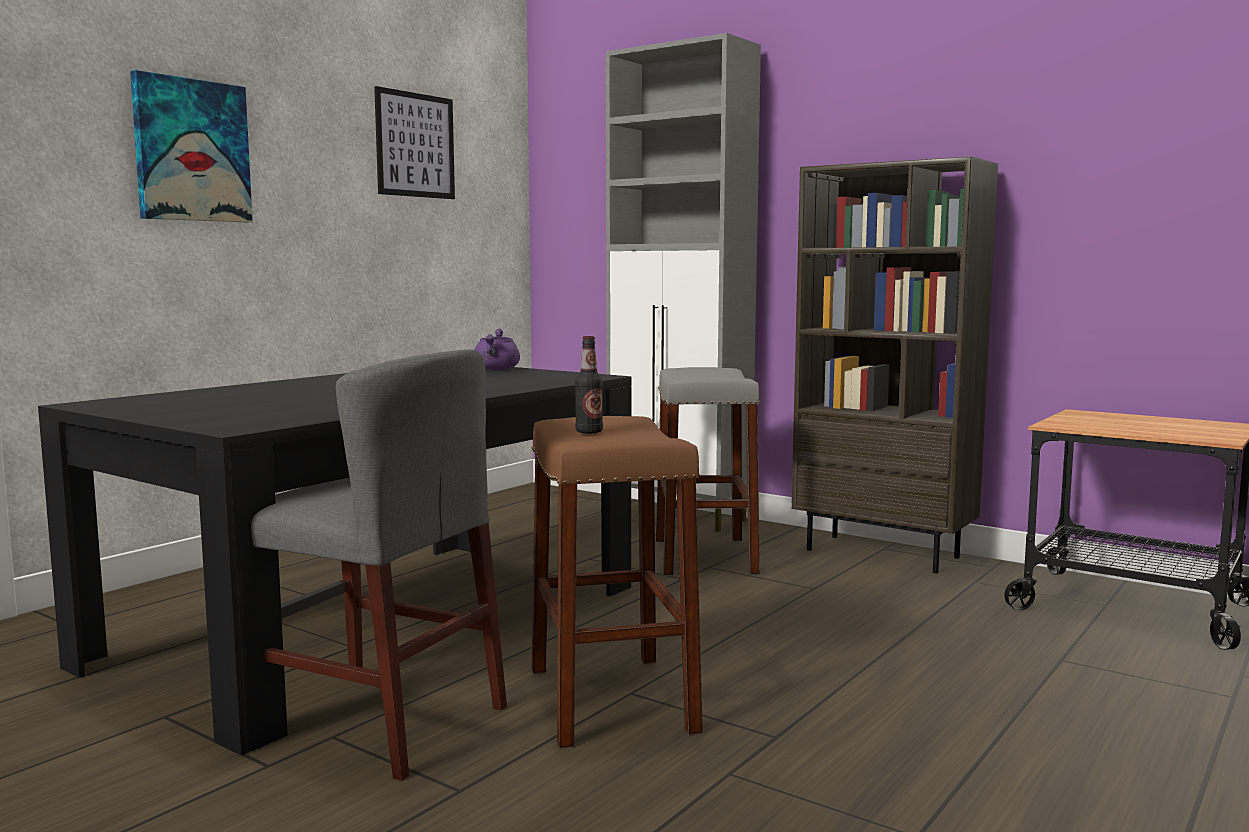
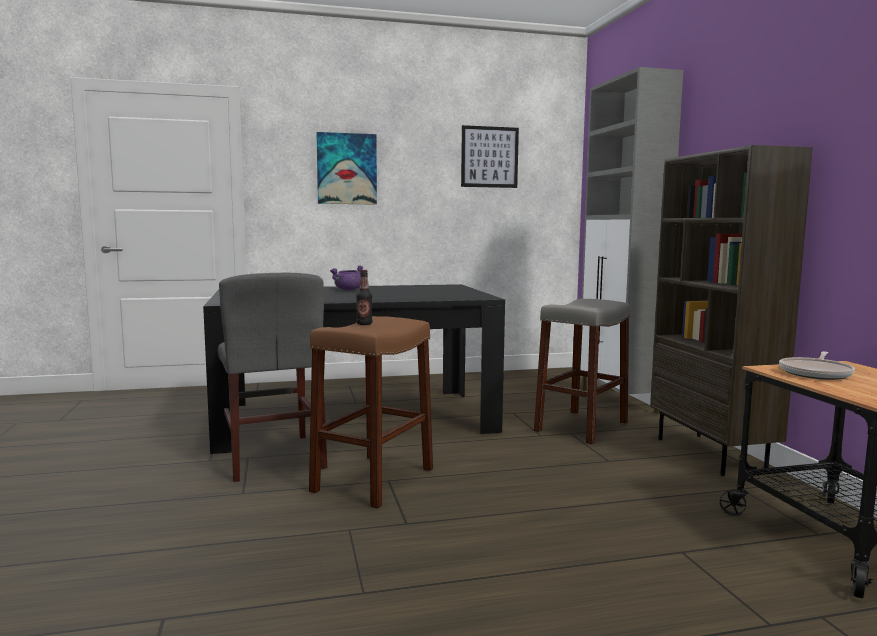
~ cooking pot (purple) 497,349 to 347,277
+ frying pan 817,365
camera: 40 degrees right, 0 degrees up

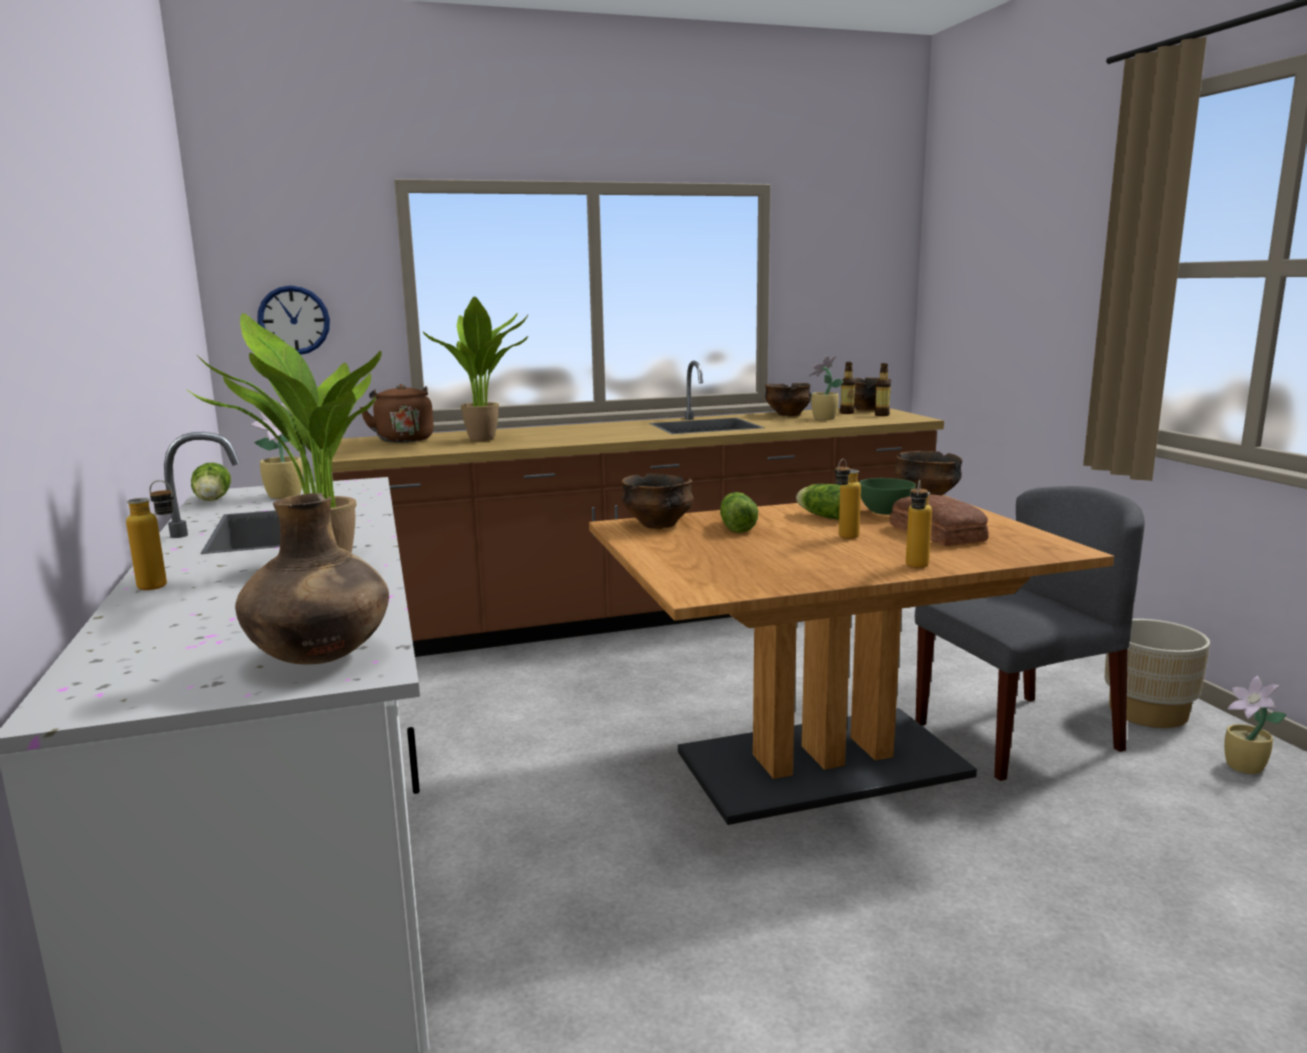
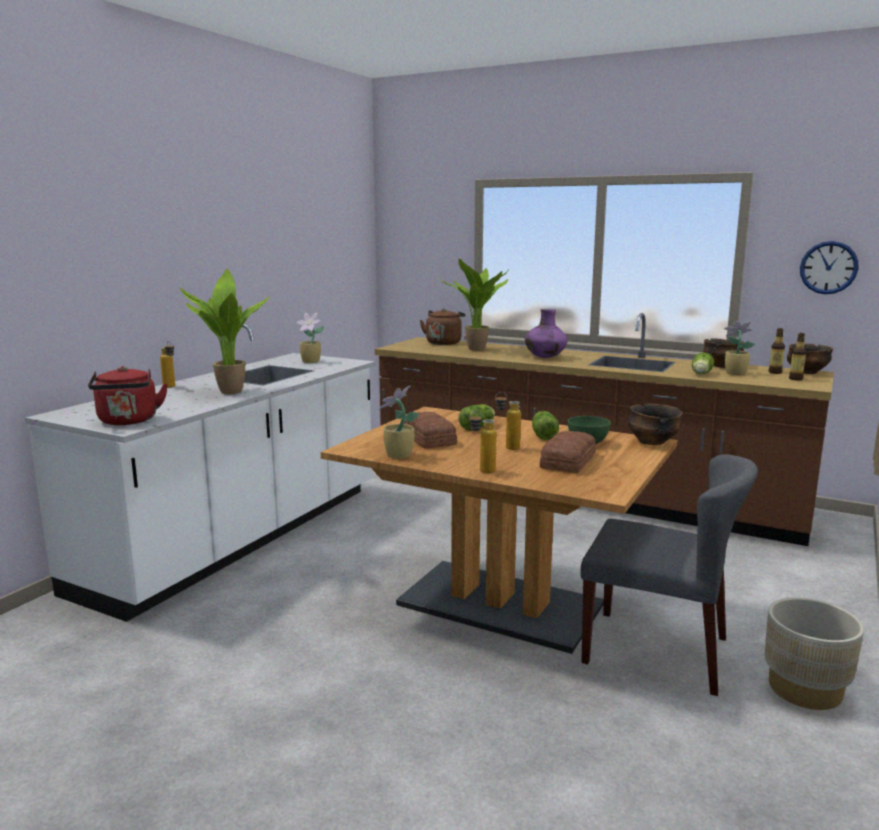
~ wall clock 293,320 to 829,267
~ lettuce 211,481 to 703,363
- bowl 657,501
~ vase (brown) 312,578 to kettle (red) 128,395
~ potted plant 1255,725 to 399,422
+ vase (purple) 546,333
+ bread 430,430
camera: 45 degrees right, 0 degrees up

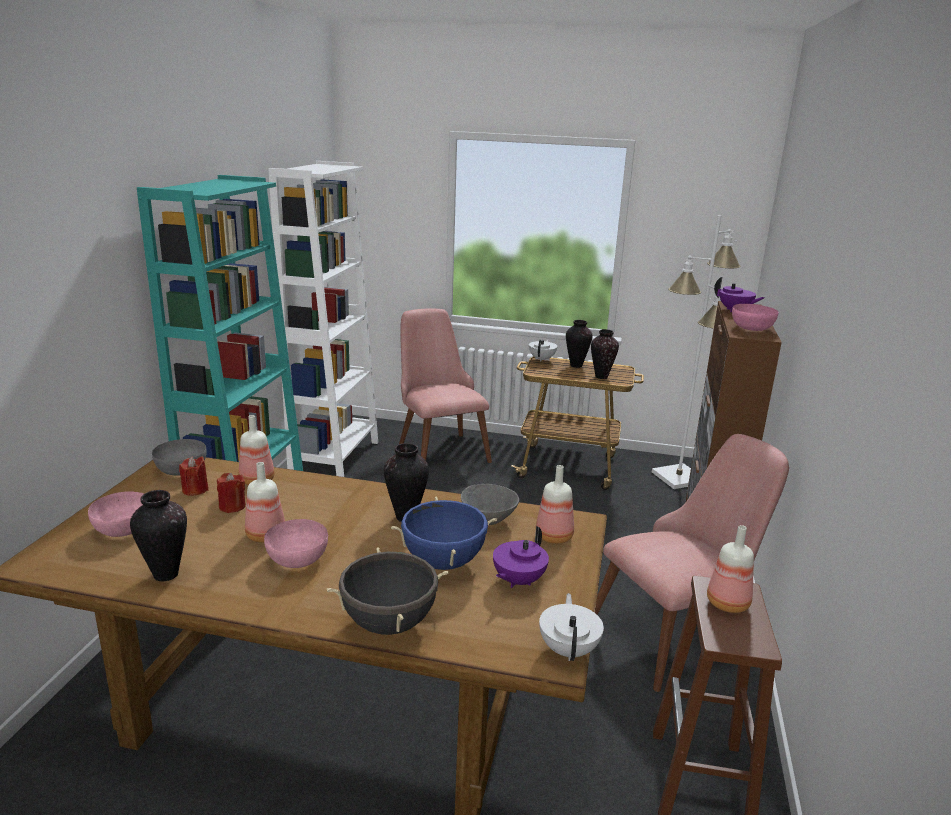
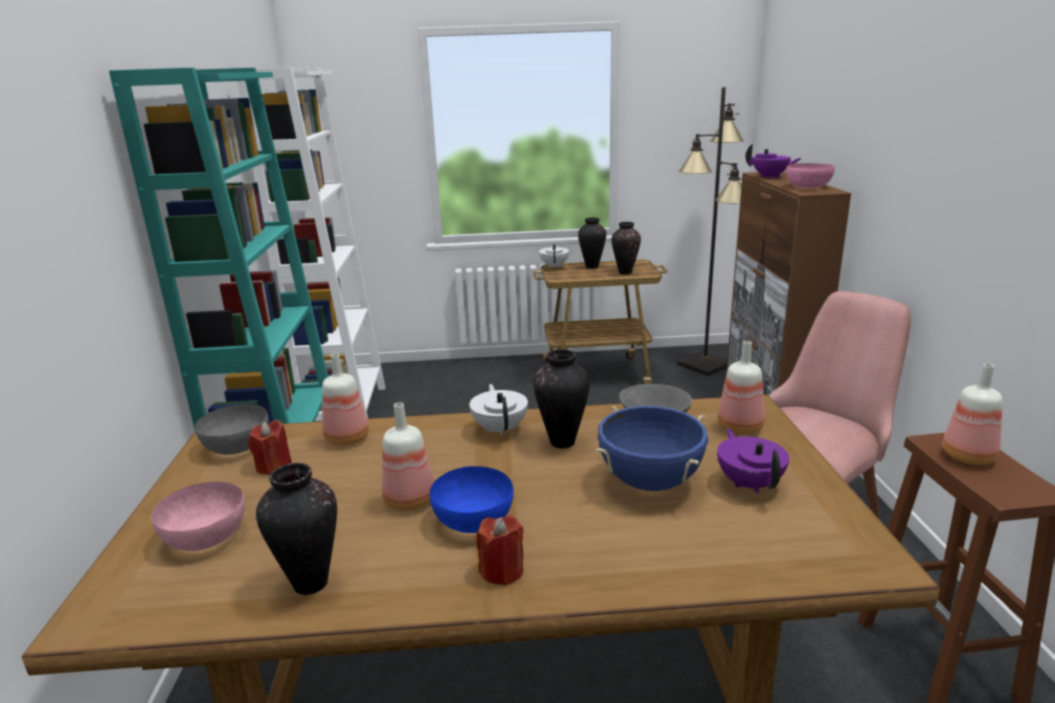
~ floor lamp (white) 696,352 to floor lamp (black) 710,231
- chair (pink) 445,385
~ candle (red) 231,493 to 500,550
~ bowl (pink) 296,543 to bowl (blue) 472,499
~ teapot (purple) 521,557 = 753,460 150 degrees clockwise
- cooking pot (black) 387,591
~ teapot (white) 571,627 to 498,410
camera: 15 degrees left, 0 degrees up

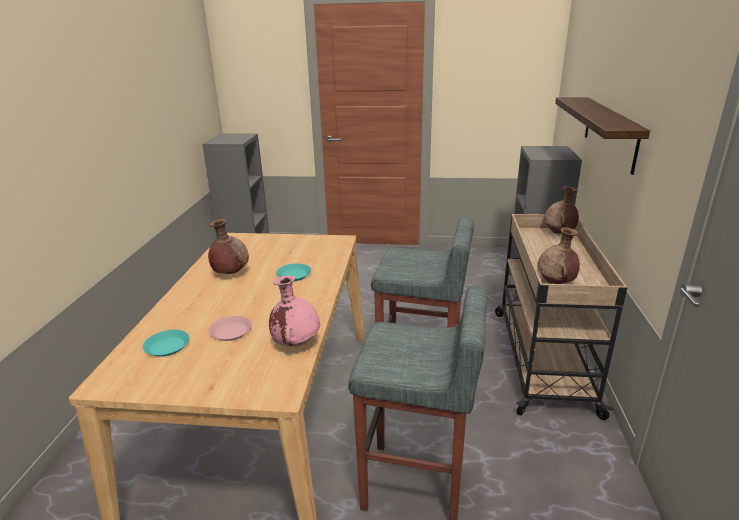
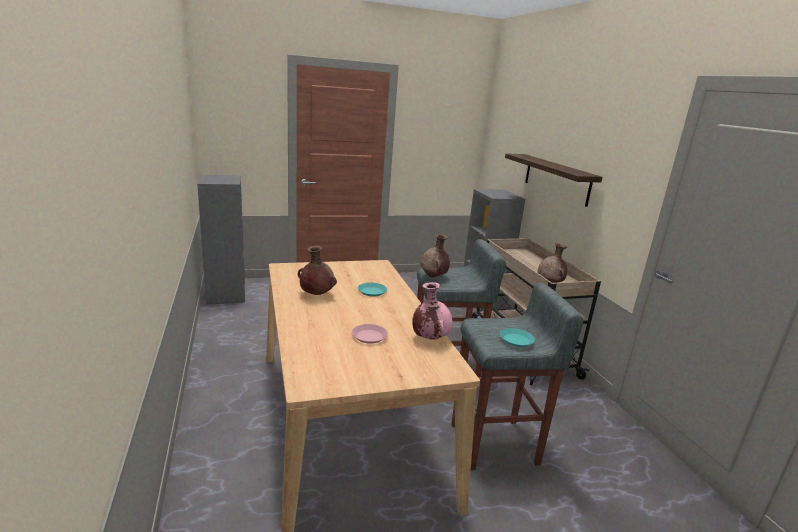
~ vase (brown) 561,210 to 435,255
~ plate (turquoise) 166,343 to 517,337
camera: 25 degrees left, 5 degrees down

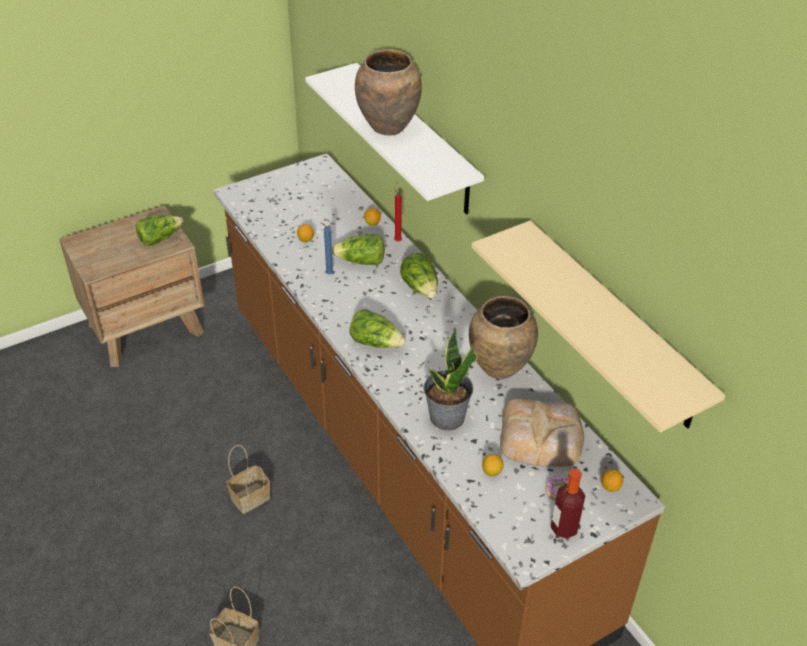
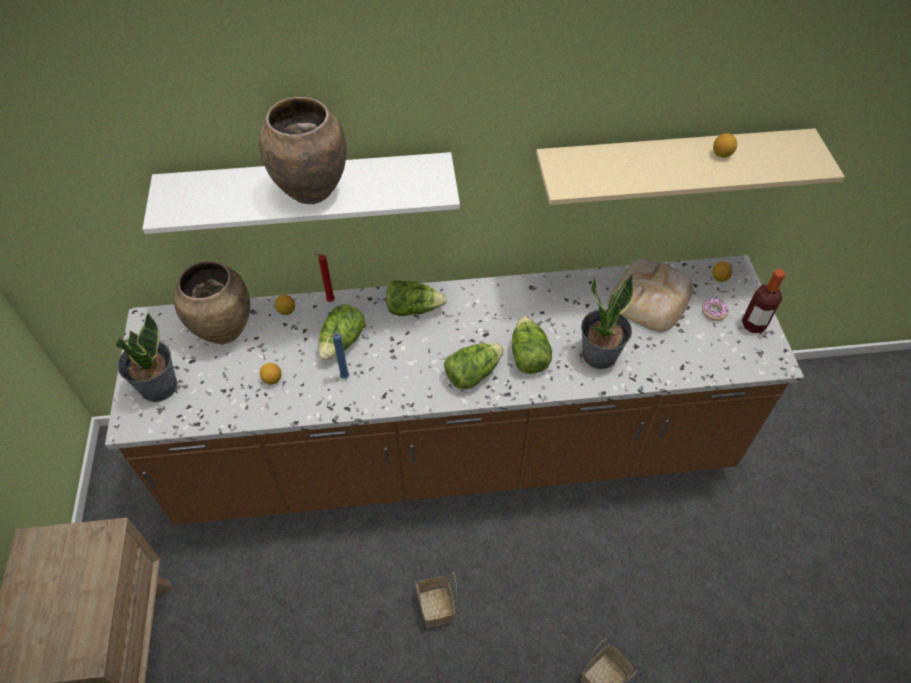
~ lettuce 159,230 to 532,345
~ vase (brown) 503,337 to 211,302
~ lemon 492,465 to 725,145
+ potted plant 146,357
camera: 65 degrees left, 10 degrees up

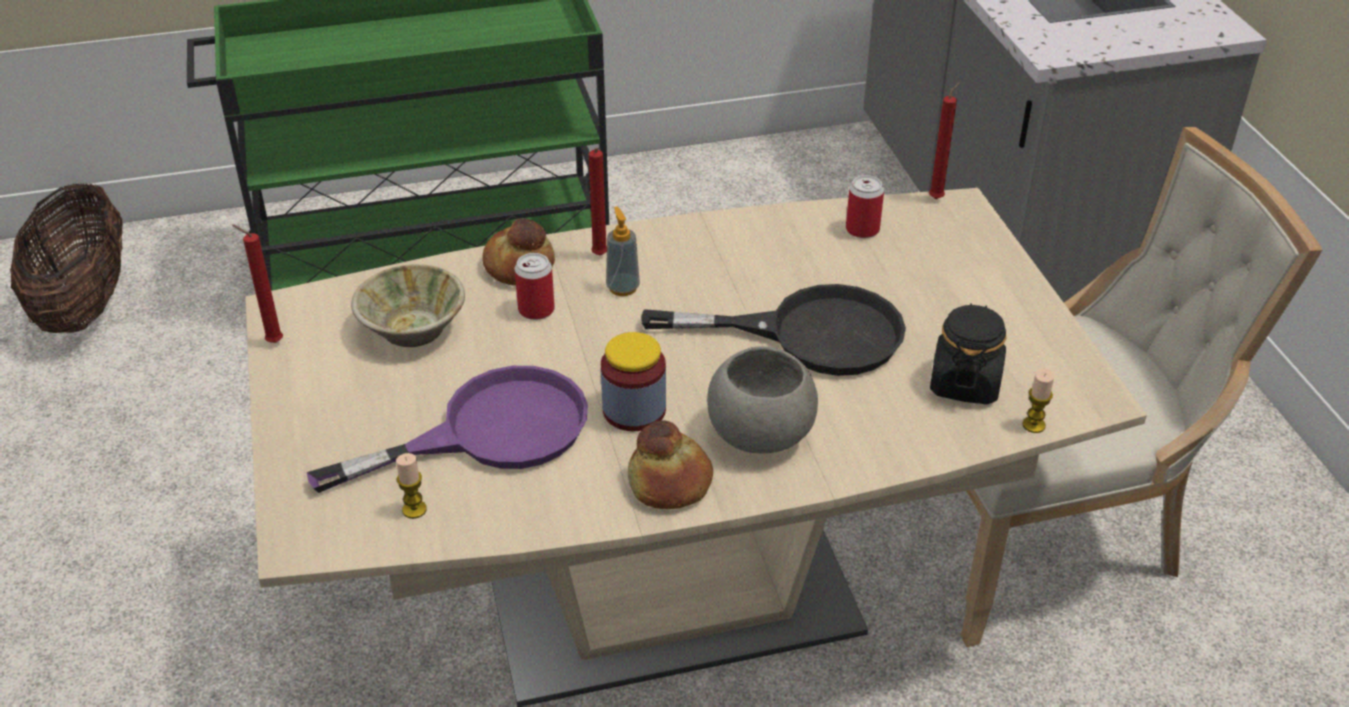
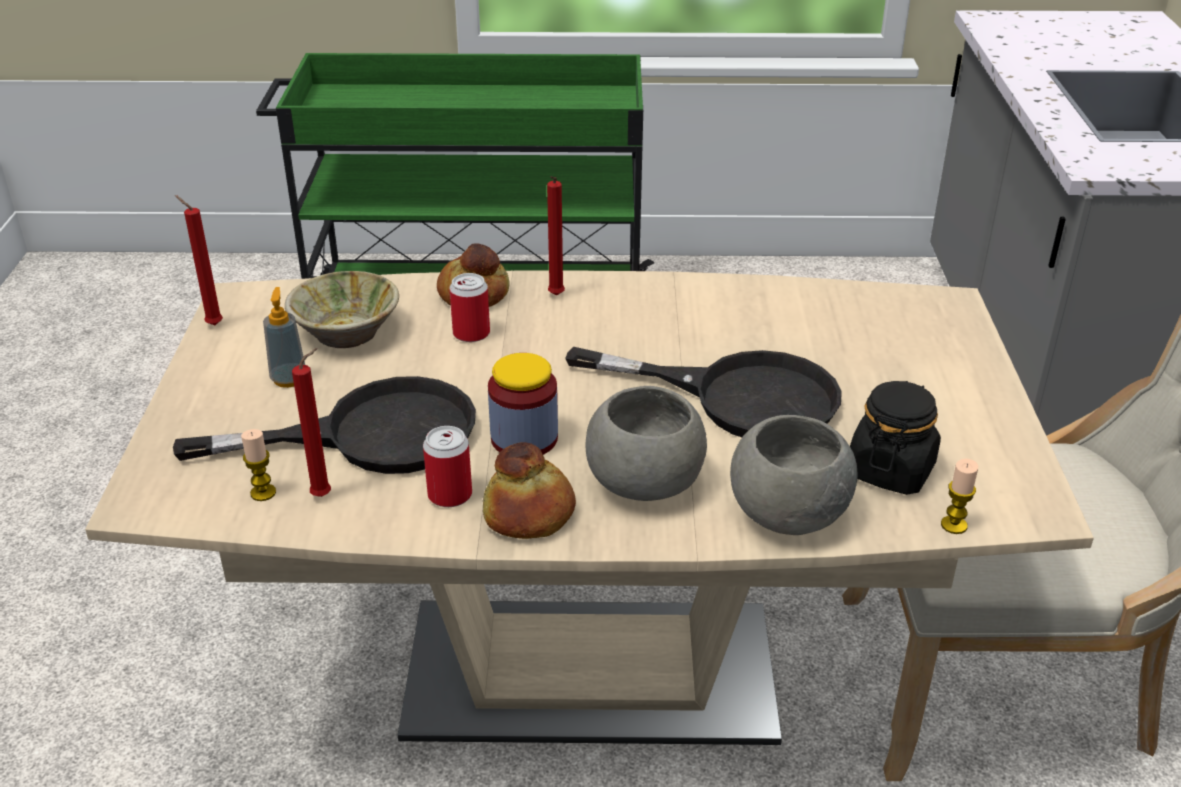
~ candle (red) 944,140 to 311,422
~ can 865,206 to 447,466
- basket 66,257
~ soap dispenser 623,251 to 284,337
~ frying pan (purple) 447,429 to frying pan (black) 324,425
+ bowl (grey) 793,475
camera: 15 degrees right, 5 degrees down

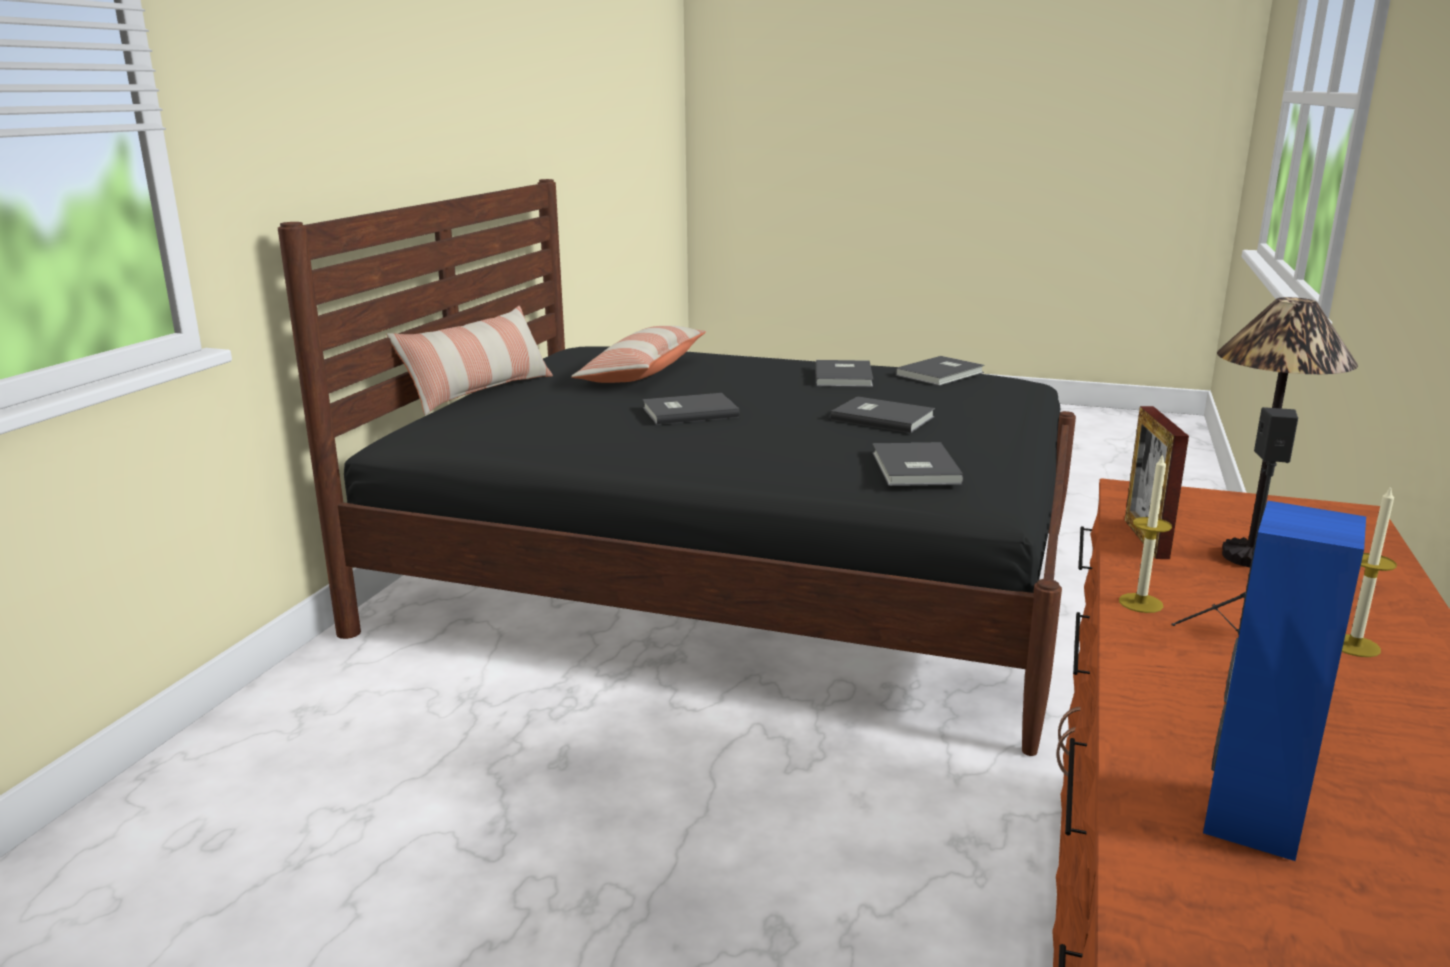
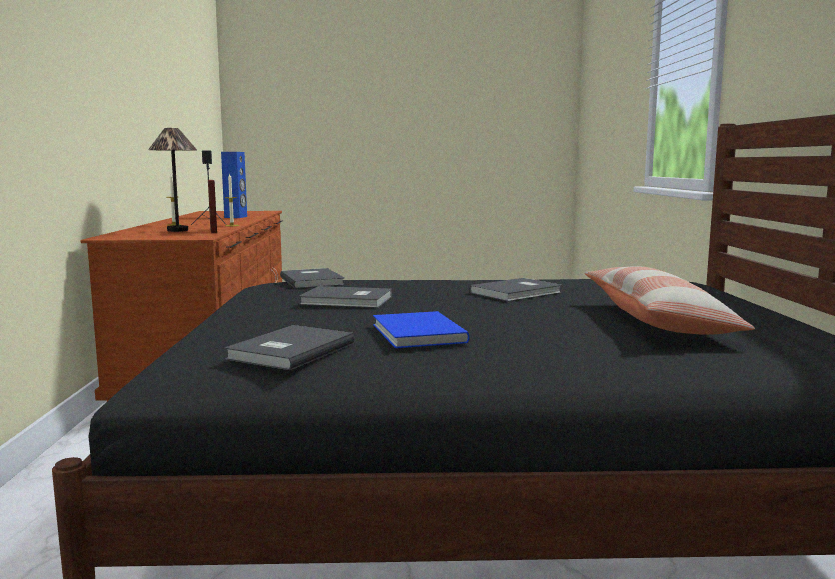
- pillow 469,360
~ book (grey) 844,373 to book (blue) 421,329
camera: 160 degrees right, 10 degrees down

